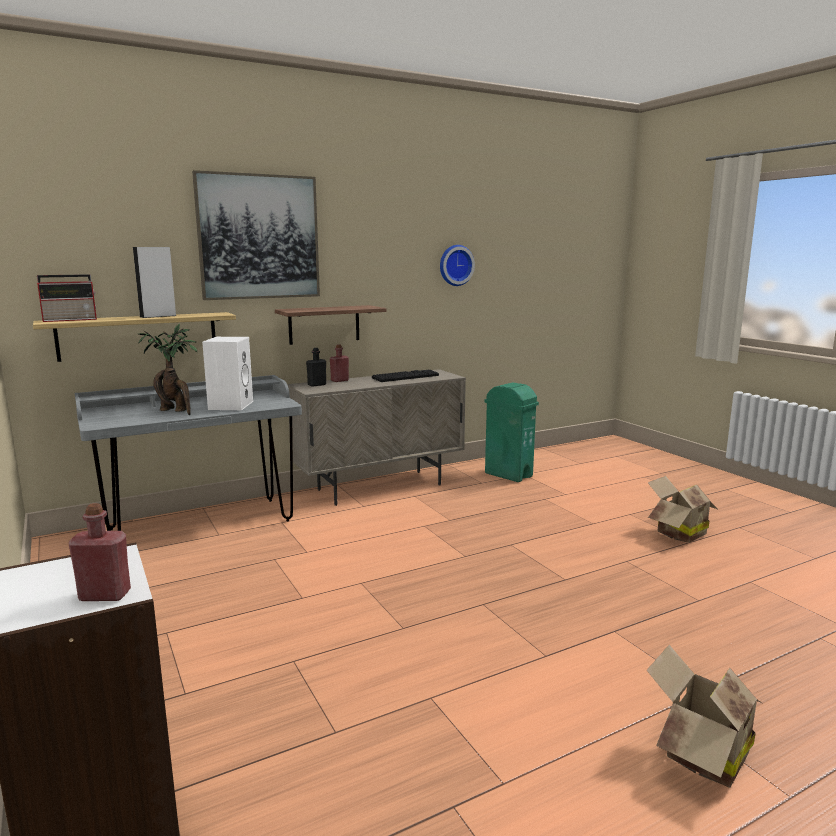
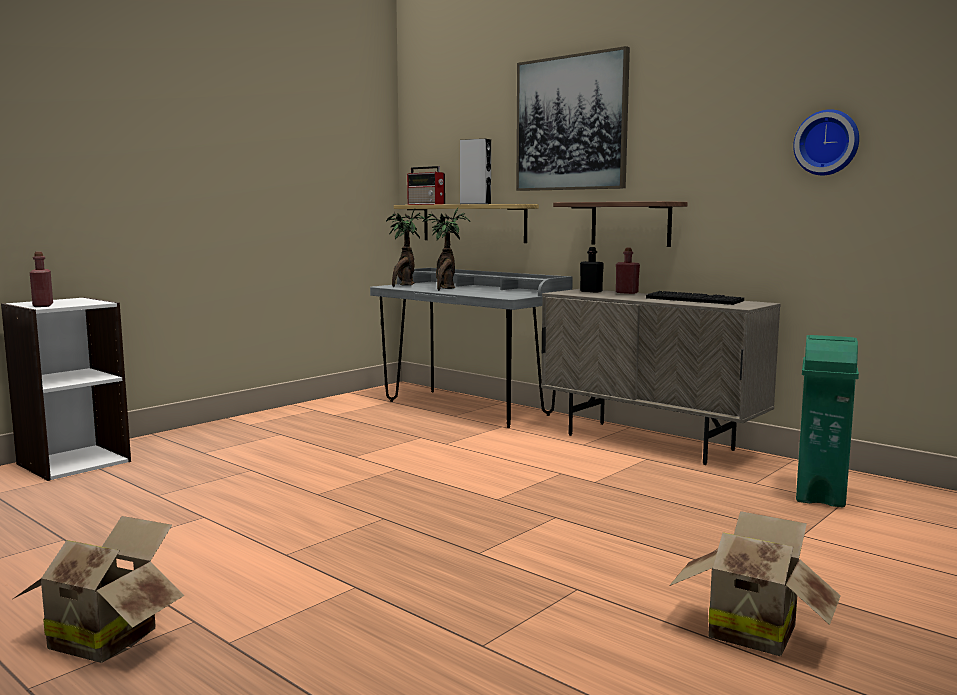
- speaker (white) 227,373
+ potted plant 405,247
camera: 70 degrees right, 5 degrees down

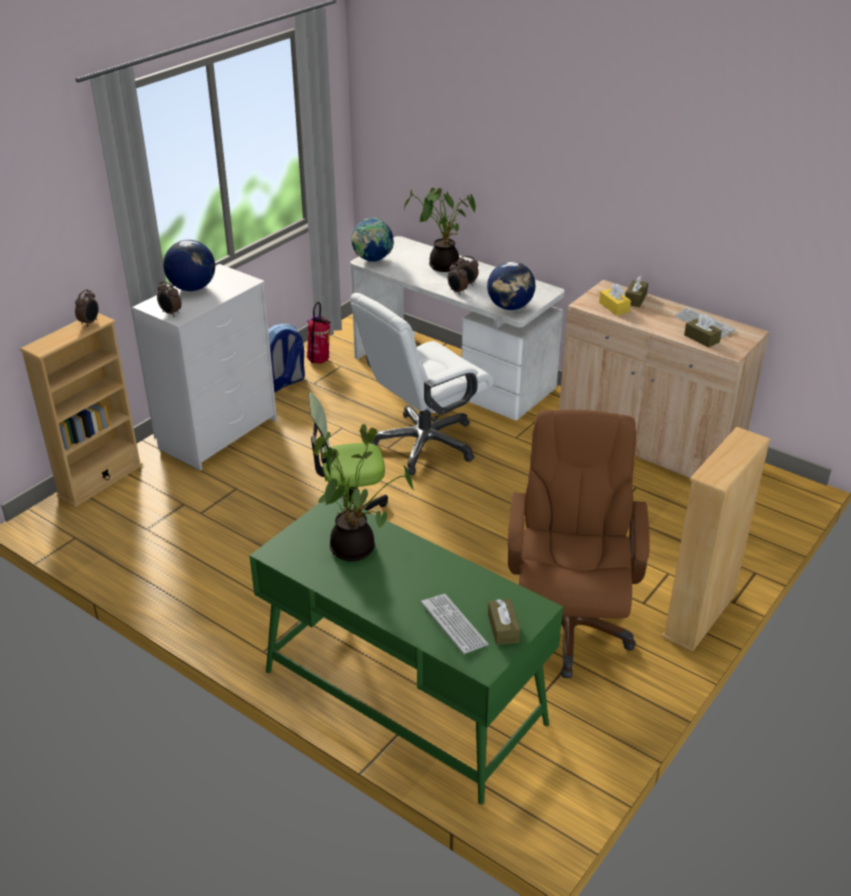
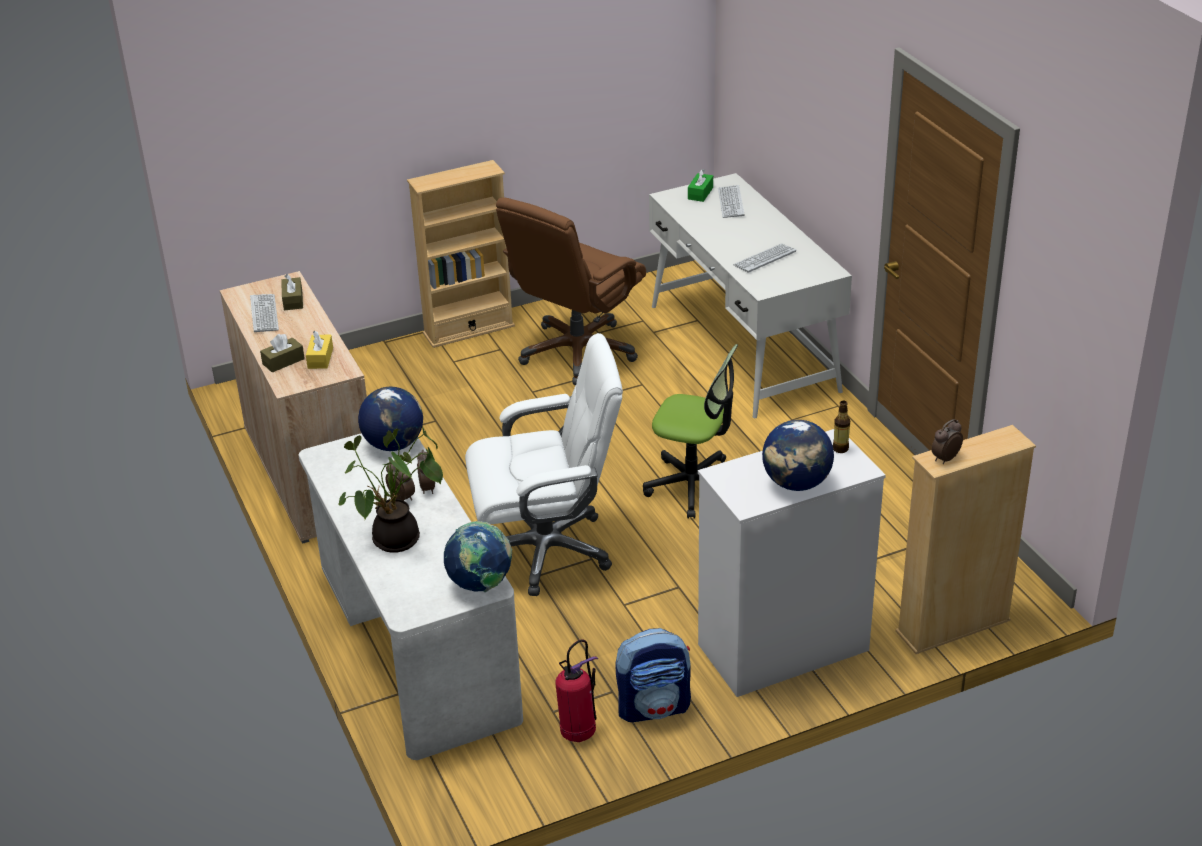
~ alarm clock 169,298 to bottle 841,427
~ potted plant 364,492 to keyboard 764,258
~ desk (green) 406,651 to desk (white) 750,295
~ tissue box (brown) 504,622 to tissue box (green) 700,185
camera: 150 degrees left, 0 degrees up

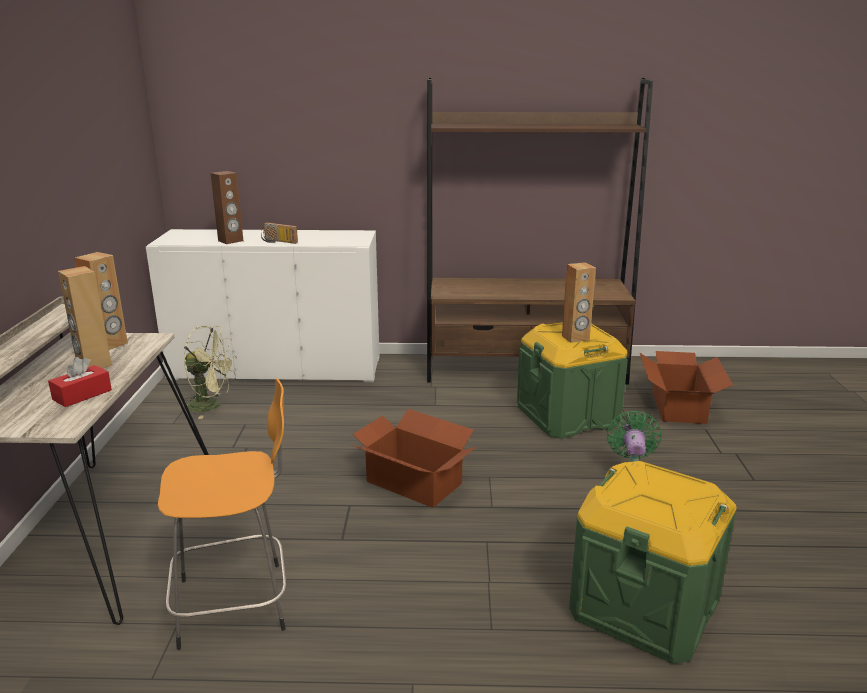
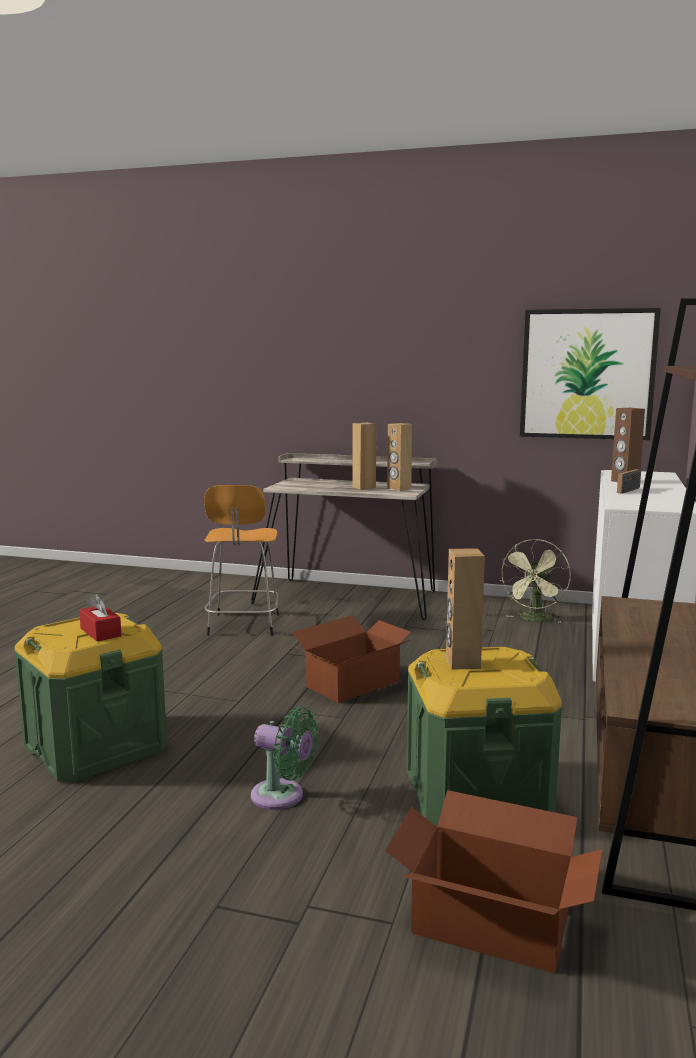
~ tissue box (red) 80,382 to 100,617
+ picture 590,374
camera: 105 degrees right, 10 degrees down

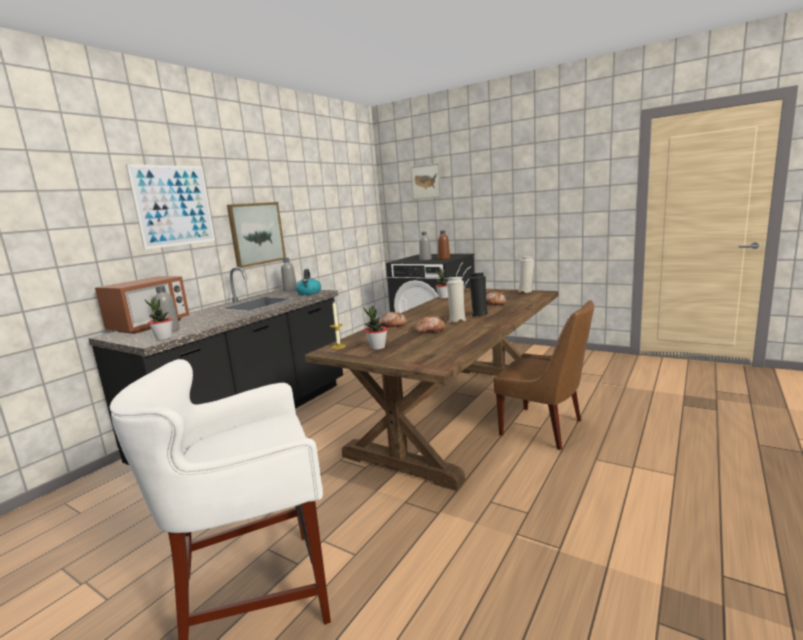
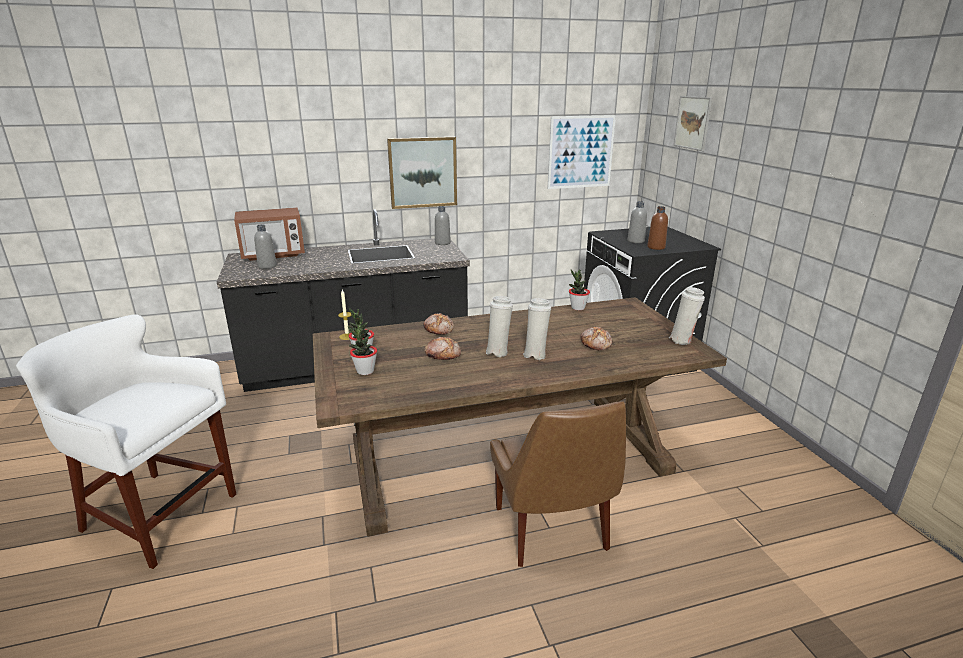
~ picture 170,207 to 581,152
- kettle 308,282
~ vase (black) 479,295 to vase (white) 537,329
~ potted plant 158,318 to 362,350
camera: 40 degrees right, 10 degrees up

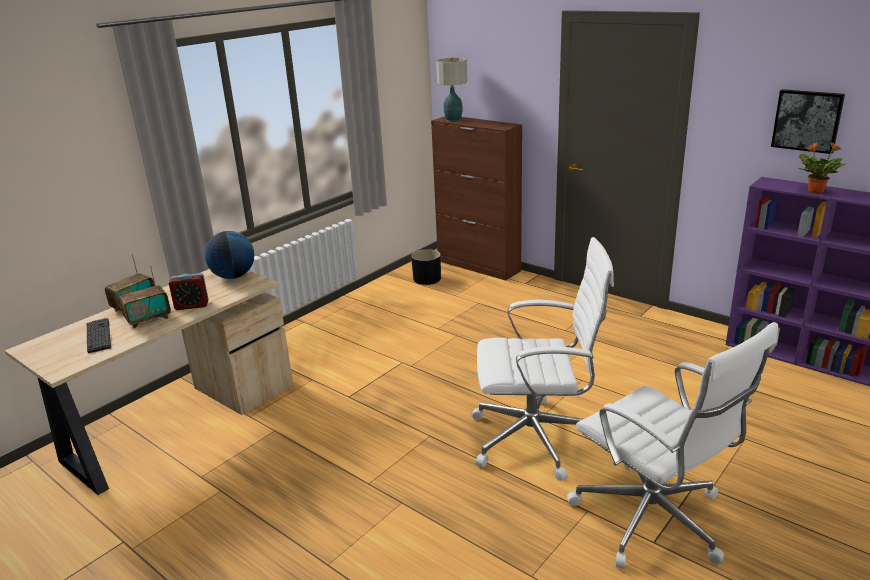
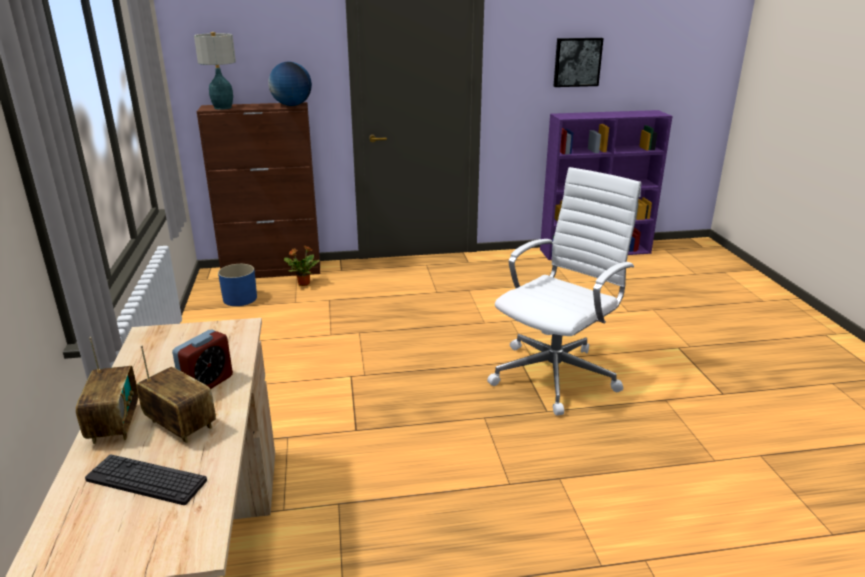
~ potted plant 822,168 to 302,265
~ globe 229,255 to 290,84
~ planter (black) 426,267 to planter (blue) 237,285
~ radio 145,297 = 176,394 60 degrees counterclockwise
- office chair (white) 672,445
camera: 50 degrees left, 0 degrees up

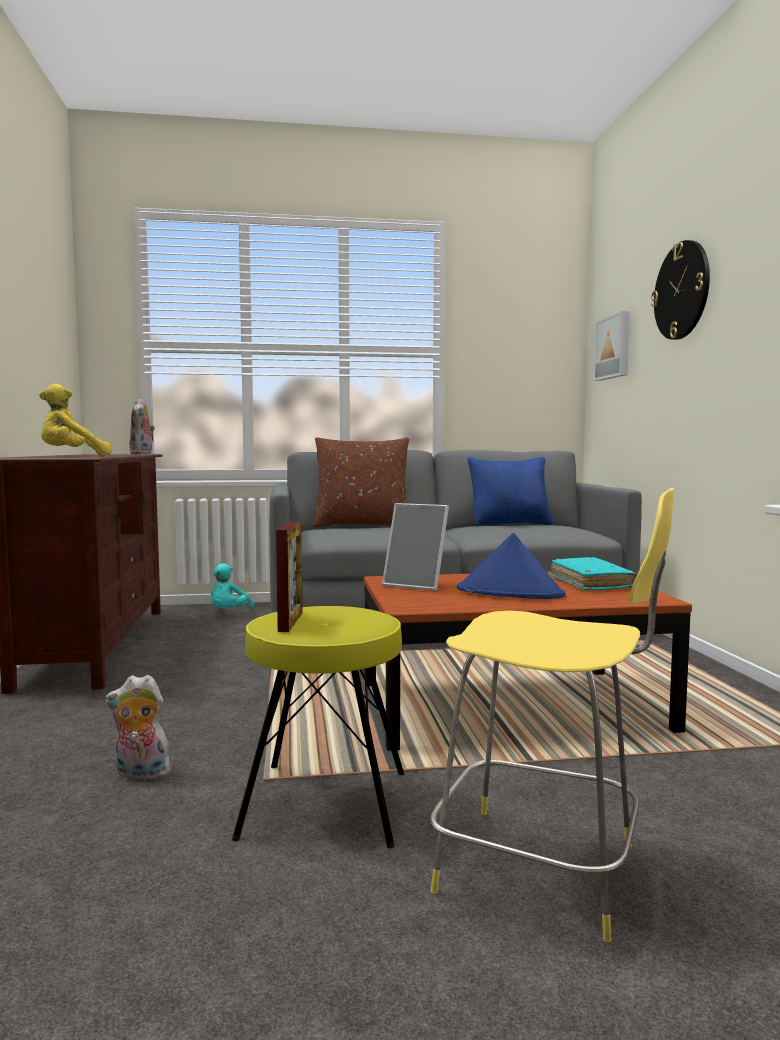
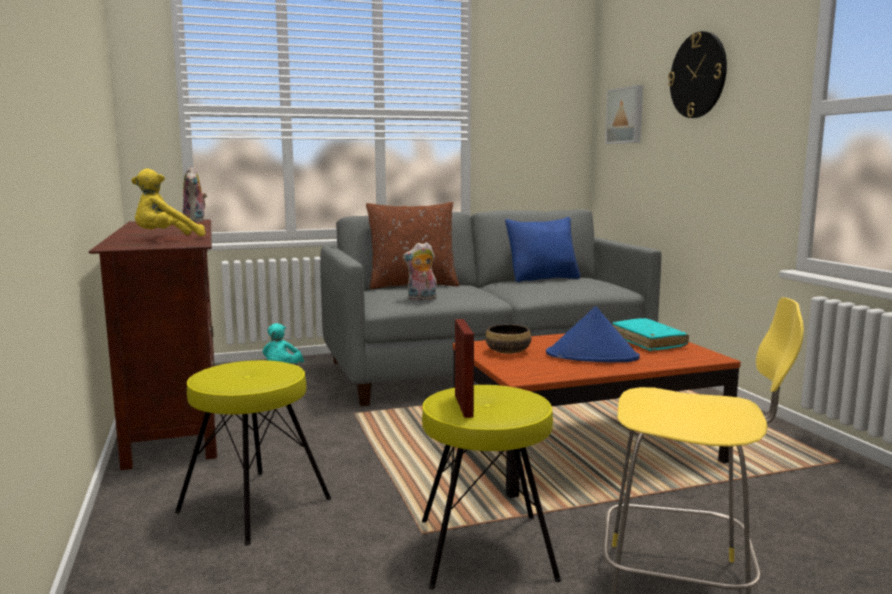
~ picture frame 415,547 to bowl 508,339
~ plush toy 138,727 to 420,271
+ stool (yellow) 253,452
camera: 10 degrees left, 5 degrees up

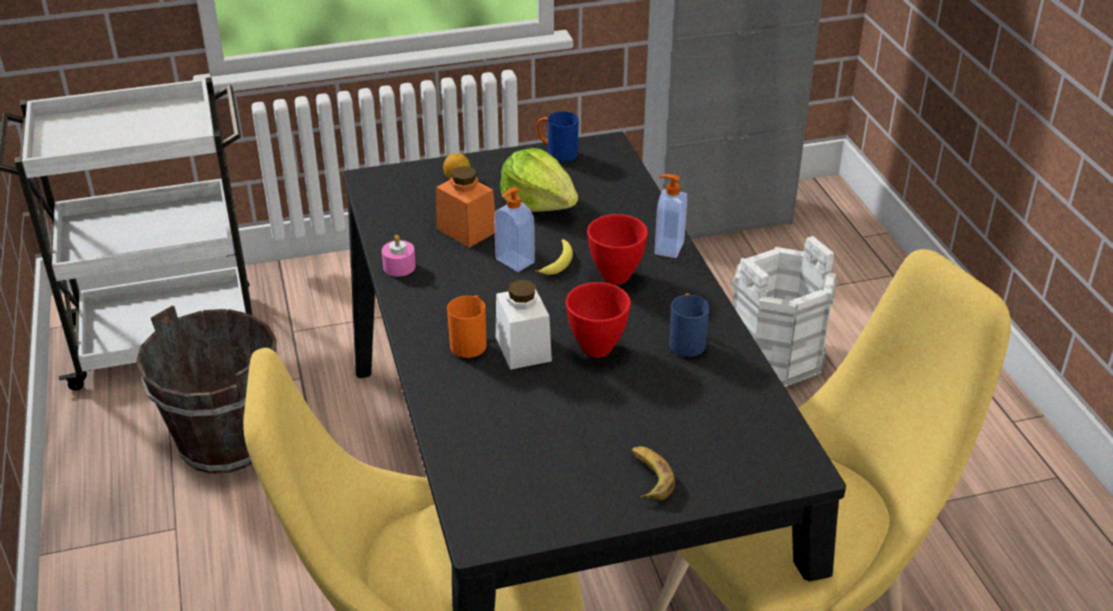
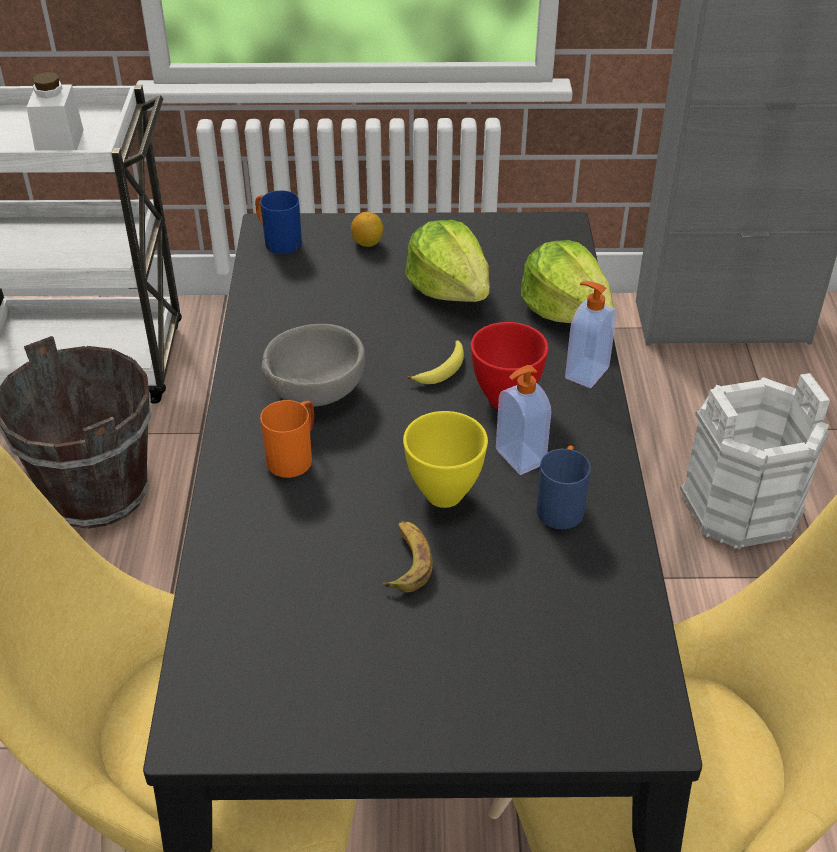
~ mug (blue) 558,136 to 278,222
- jar (orange) 465,207
~ soap dispenser 514,229 to 523,420
- candle (pink) 399,256
~ jar (white) 524,325 to 55,111
~ bowl (red) 598,320 to bowl (yellow) 445,459
~ banana 653,473 to 408,556
+ lettuce 567,281
+ bowl (grey) 313,365
camera: 15 degrees right, 5 degrees up

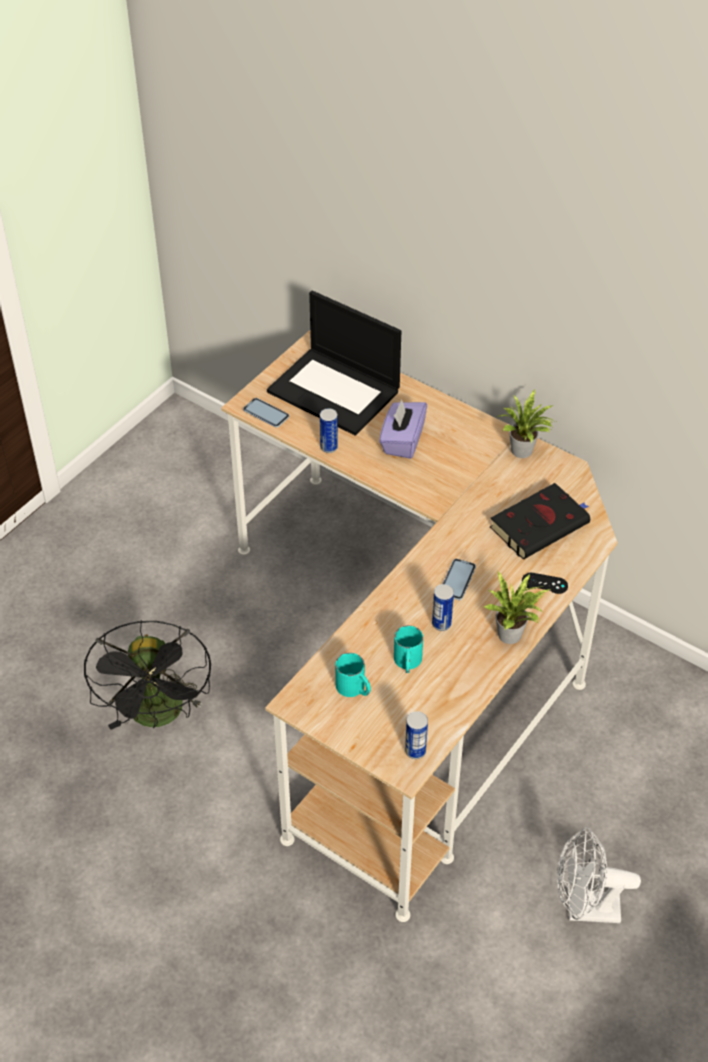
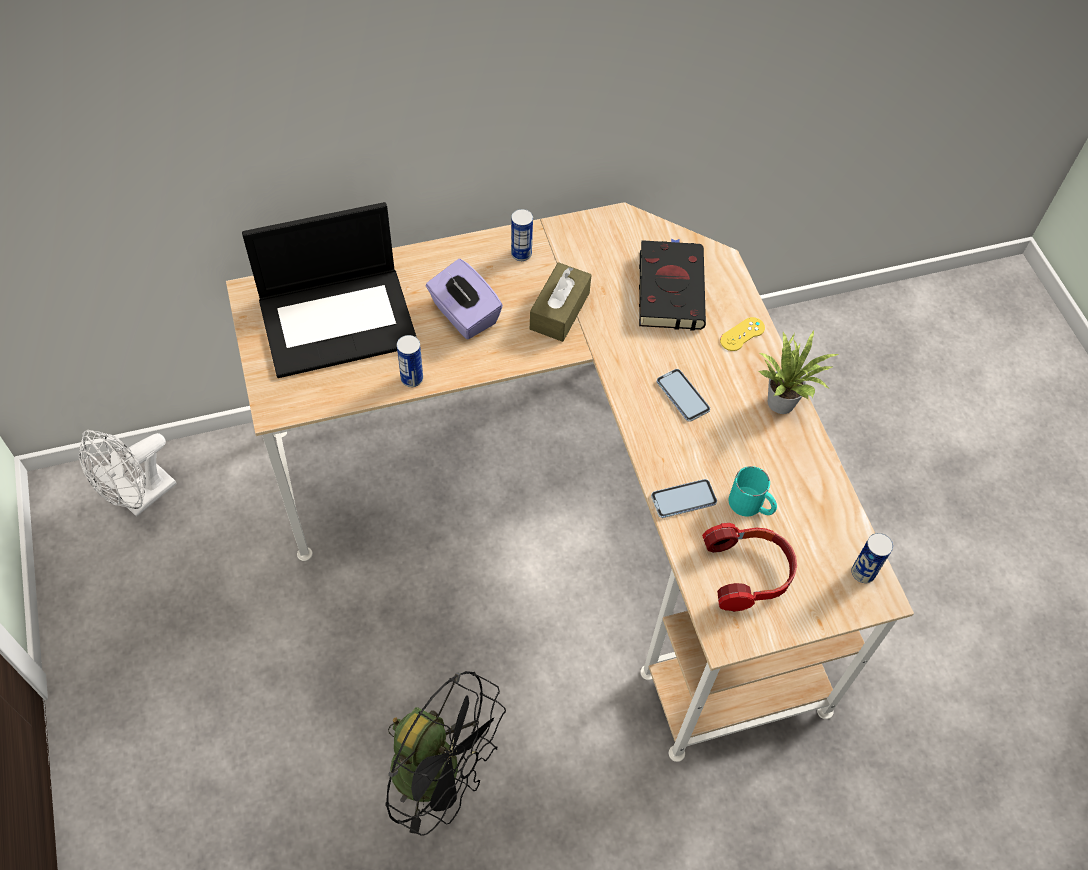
- potted plant 526,424
~ phone 266,413 to 684,498
~ game controller (black) 545,583 to game controller (yellow) 742,334
~ can 443,607 to 522,235
~ mug (turquoise) 353,675 to headphones 749,567
~ fan (white) 599,875 to 128,473
+ tissue box (brown) 560,302
camera: 55 degrees left, 10 degrees up

